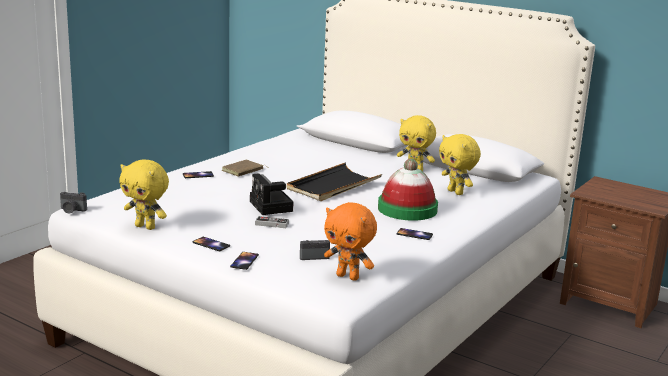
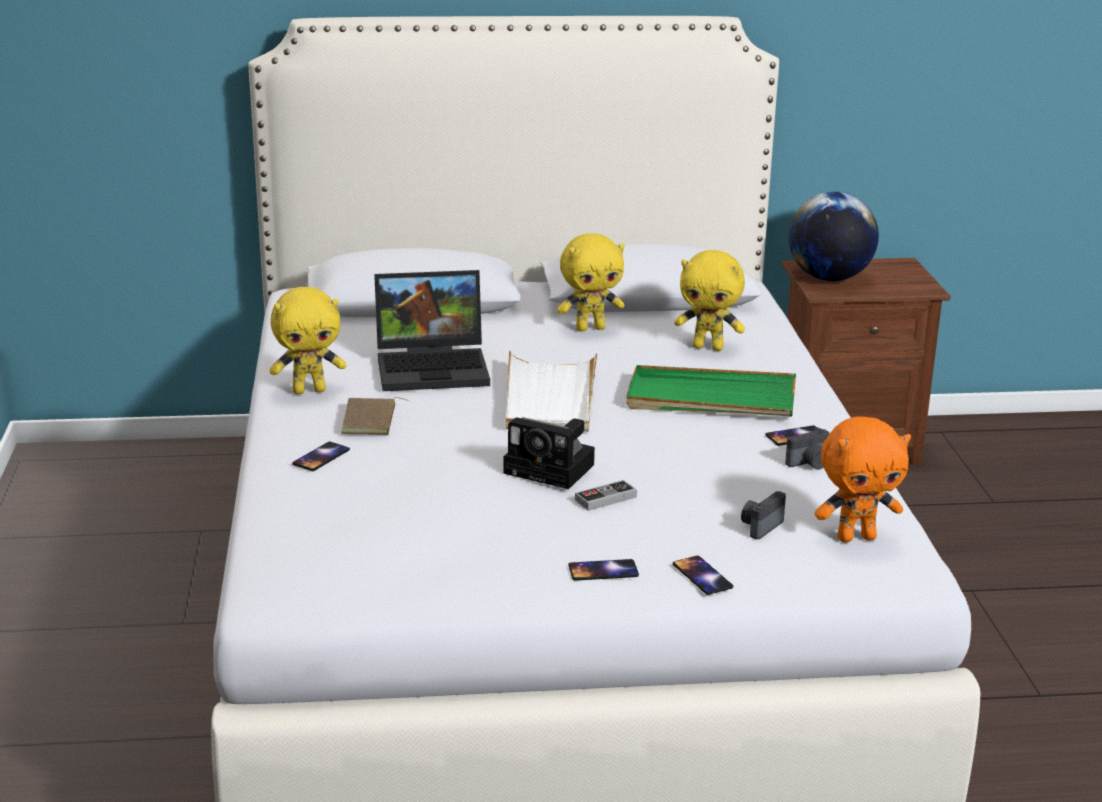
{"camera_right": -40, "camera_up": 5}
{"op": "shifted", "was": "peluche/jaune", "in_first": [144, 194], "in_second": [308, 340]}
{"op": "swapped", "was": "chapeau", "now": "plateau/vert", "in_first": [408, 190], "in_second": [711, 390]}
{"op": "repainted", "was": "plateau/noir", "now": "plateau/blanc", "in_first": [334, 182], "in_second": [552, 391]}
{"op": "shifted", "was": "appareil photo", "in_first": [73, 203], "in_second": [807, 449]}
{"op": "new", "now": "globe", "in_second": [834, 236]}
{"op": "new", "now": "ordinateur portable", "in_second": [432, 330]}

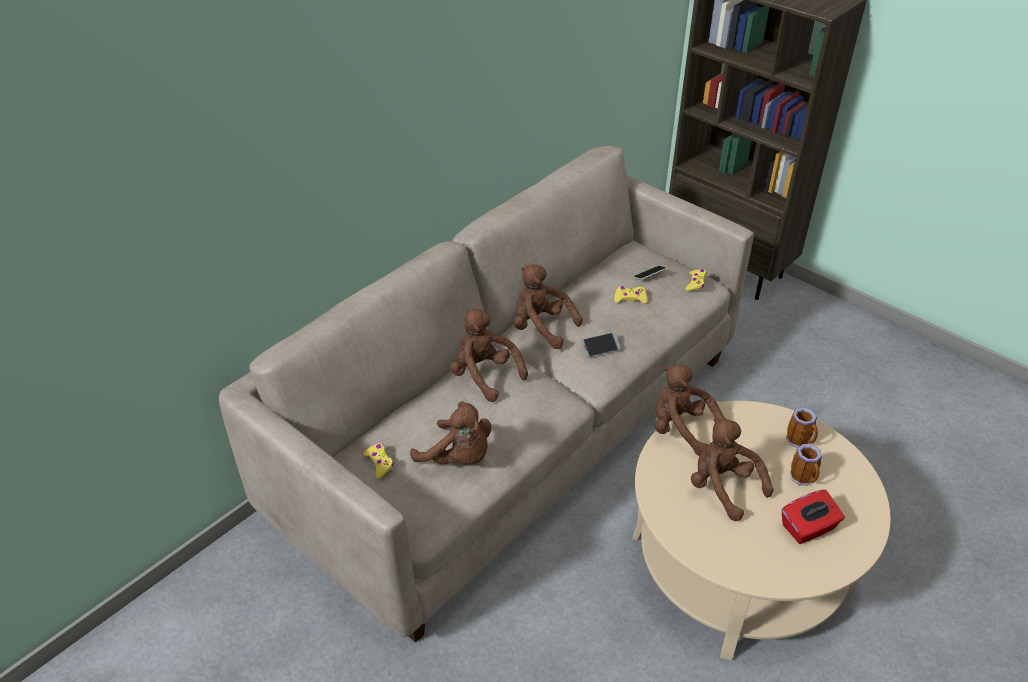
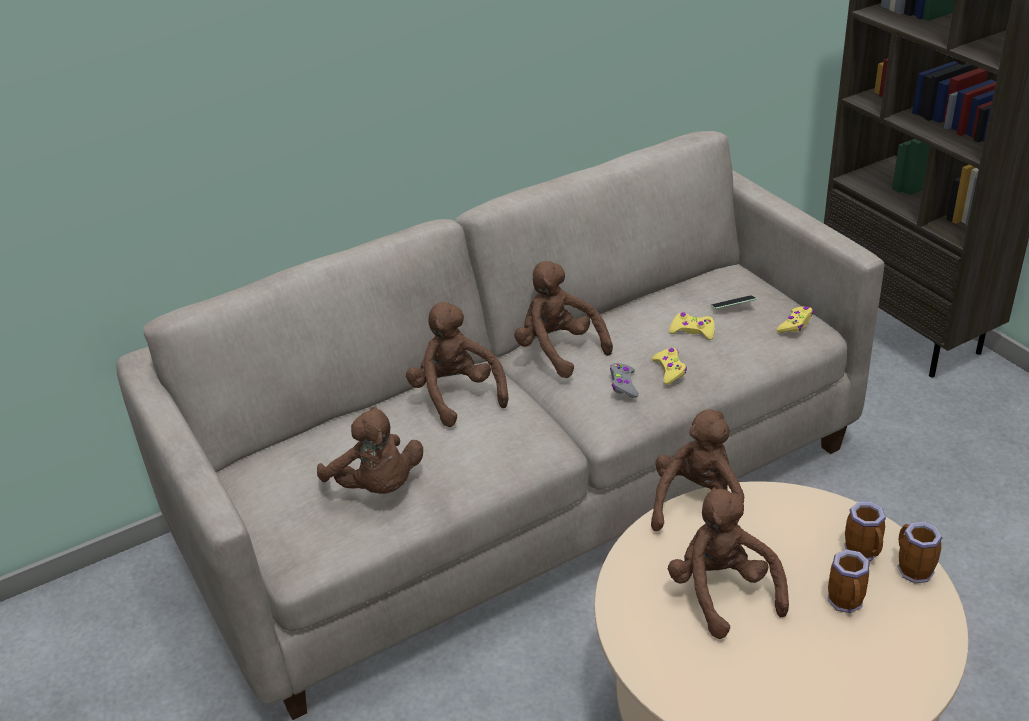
{"camera_right": 20, "camera_up": -5}
{"op": "swapped", "was": "téléphone", "now": "manette/gris", "in_first": [601, 344], "in_second": [624, 380]}
{"op": "rotated", "was": "peluche/marron", "in_first": [690, 410], "in_second": [697, 470], "clockwise": 60}
{"op": "shifted", "was": "manette/jaune", "in_first": [378, 461], "in_second": [669, 366]}
{"op": "gone", "was": "boîte à mouchoirs/rouge", "in_first": [813, 517]}
{"op": "new", "now": "mug", "in_second": [920, 552]}

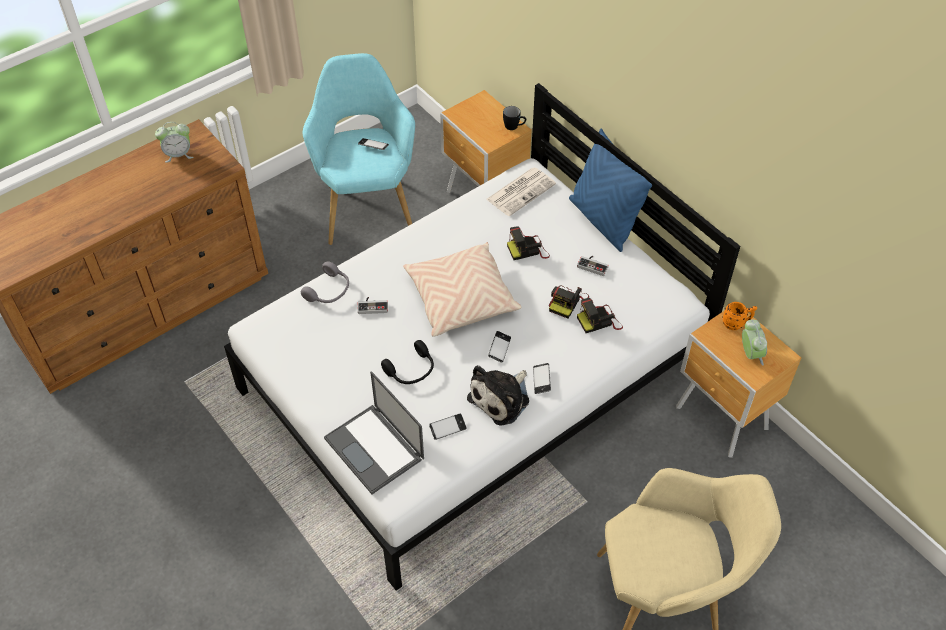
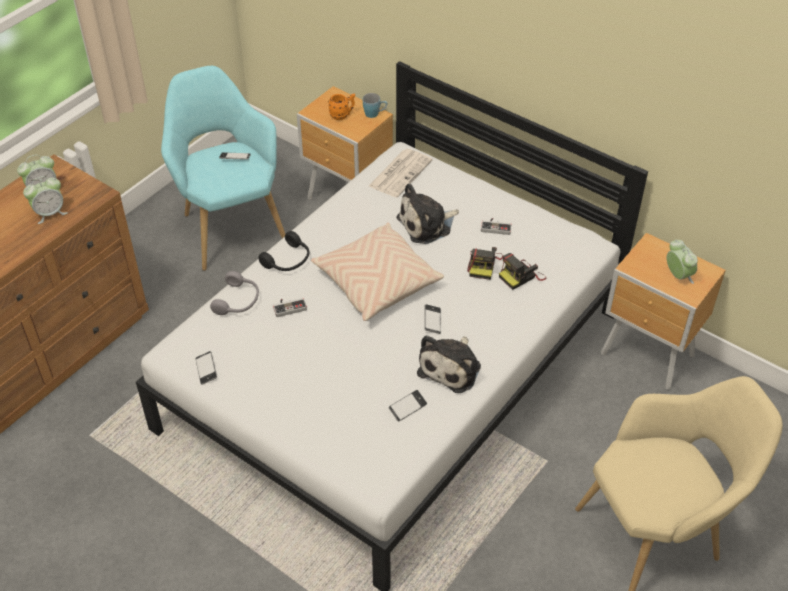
{"camera_right": -15, "camera_up": -5}
{"op": "repainted", "was": "mug/noir", "now": "mug/bleu", "in_first": [514, 118], "in_second": [375, 105]}
{"op": "gone", "was": "coussin/bleu", "in_first": [610, 190]}
{"op": "swapped", "was": "appareil photo", "now": "peluche", "in_first": [528, 243], "in_second": [427, 213]}
{"op": "shifted", "was": "mug/orange", "in_first": [739, 316], "in_second": [341, 106]}
{"op": "shifted", "was": "casque audio/noir", "in_first": [407, 362], "in_second": [283, 251]}
{"op": "shifted", "was": "téléphone", "in_first": [542, 378], "in_second": [206, 368]}
{"op": "gone", "was": "ordinateur portable", "in_first": [374, 432]}
{"op": "new", "now": "réveil", "in_second": [45, 200]}

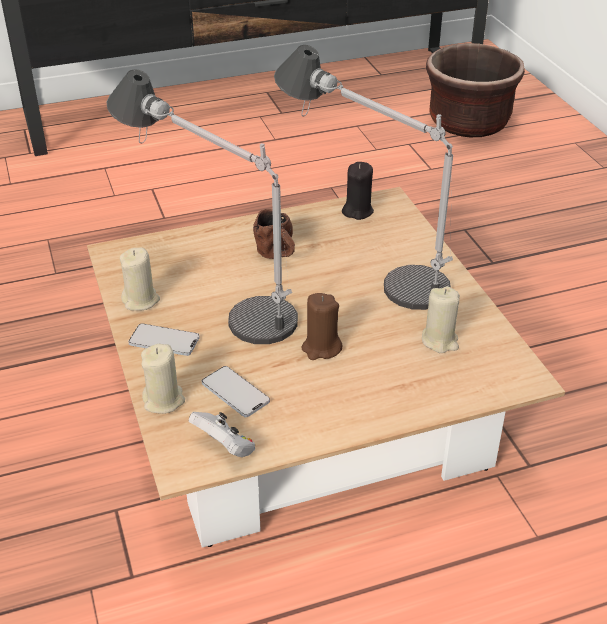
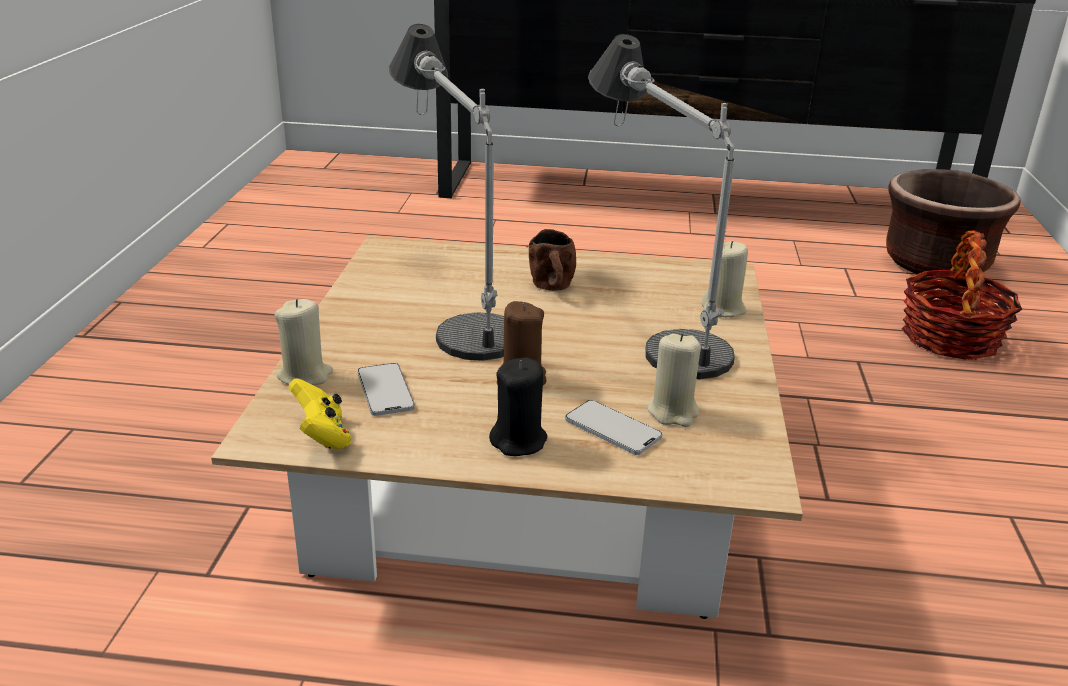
{"camera_right": 25, "camera_up": -10}
{"op": "shifted", "was": "bougie/noir", "in_first": [358, 191], "in_second": [518, 406]}
{"op": "shifted", "was": "bougie/beige", "in_first": [140, 279], "in_second": [724, 279]}
{"op": "shifted", "was": "téléphone", "in_first": [164, 339], "in_second": [613, 427]}
{"op": "repainted", "was": "manette/blanc", "now": "manette/jaune", "in_first": [222, 434], "in_second": [319, 414]}
{"op": "new", "now": "panier", "in_second": [962, 295]}

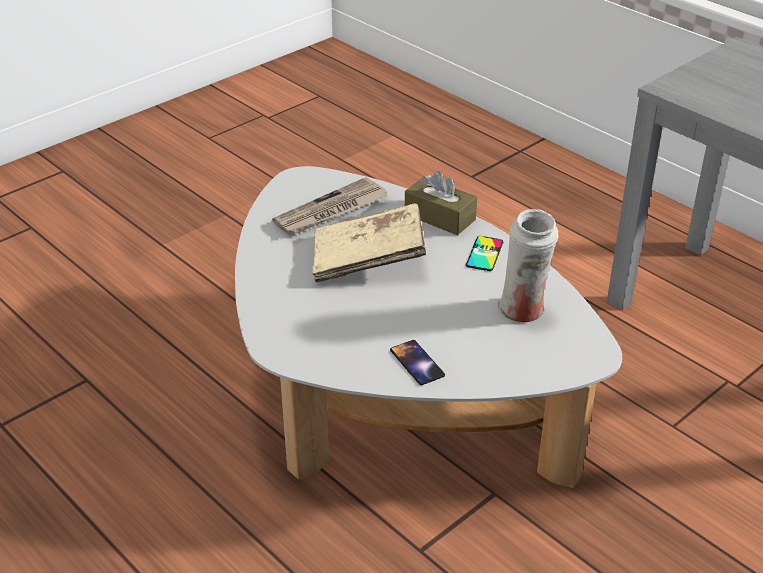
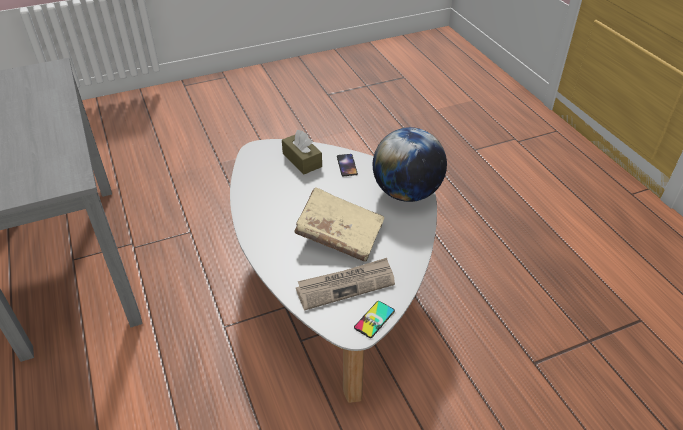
{"camera_right": -160, "camera_up": 5}
{"op": "shifted", "was": "boîte à mouchoirs/marron", "in_first": [441, 203], "in_second": [302, 152]}
{"op": "gone", "was": "vase/blanc", "in_first": [528, 265]}
{"op": "shifted", "was": "téléphone", "in_first": [484, 253], "in_second": [374, 319]}
{"op": "new", "now": "globe", "in_second": [410, 164]}

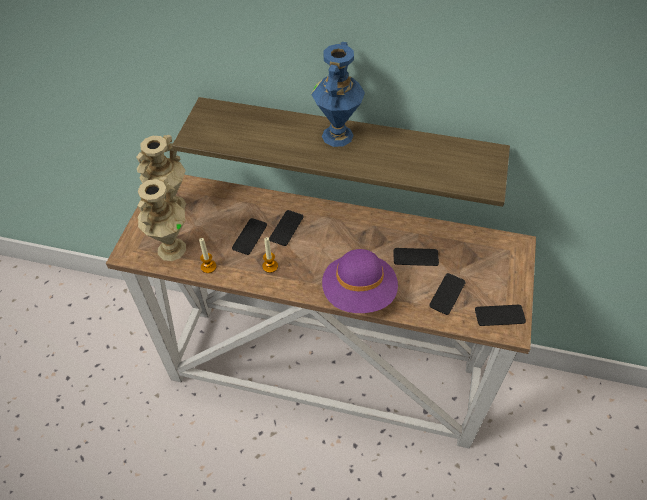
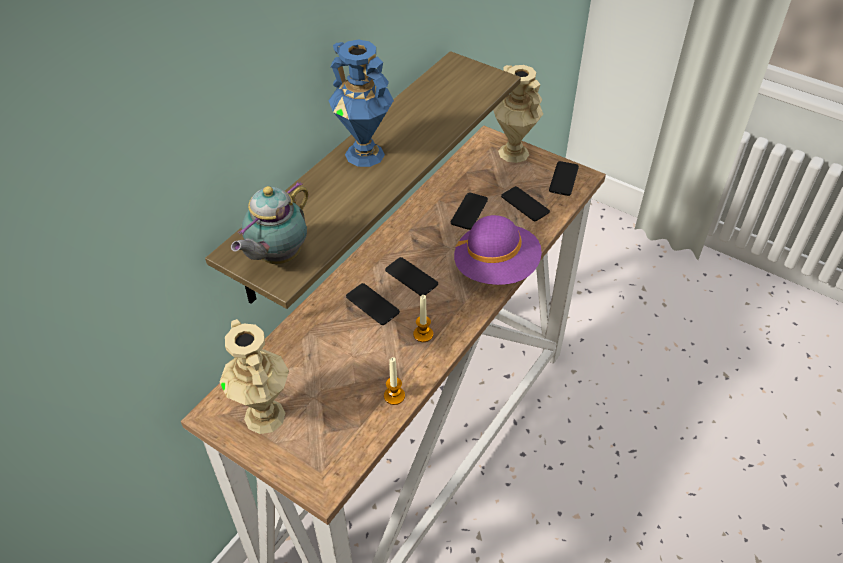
{"camera_right": -70, "camera_up": -5}
{"op": "shifted", "was": "vase/beige", "in_first": [161, 218], "in_second": [518, 114]}
{"op": "shifted", "was": "téléphone", "in_first": [249, 236], "in_second": [411, 276]}
{"op": "new", "now": "théière", "in_second": [270, 223]}

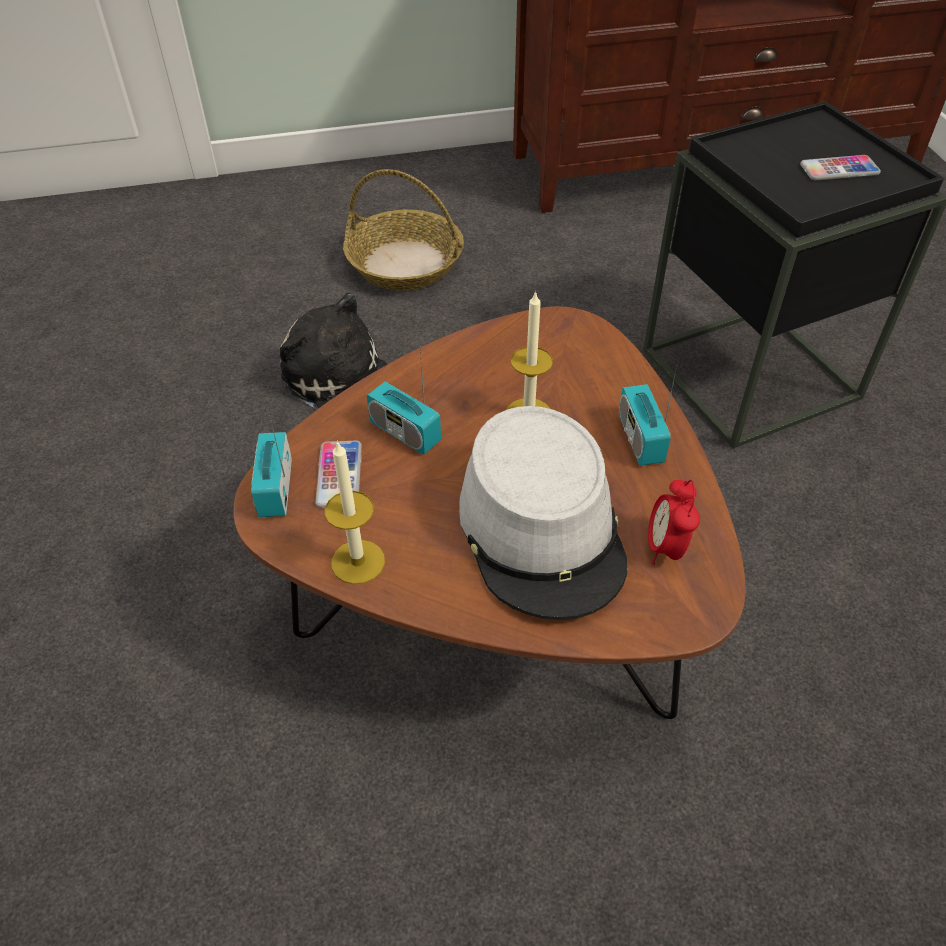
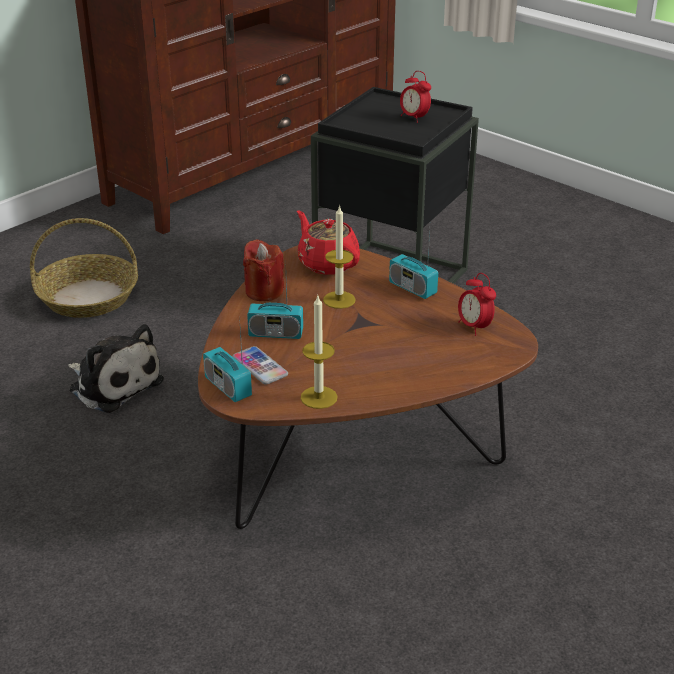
{"camera_right": -35, "camera_up": -15}
{"op": "swapped", "was": "téléphone", "now": "réveil", "in_first": [840, 167], "in_second": [415, 97]}
{"op": "rotated", "was": "peluche", "in_first": [333, 351], "in_second": [116, 368], "clockwise": -150}
{"op": "gone", "was": "chapeau/gris", "in_first": [543, 513]}
{"op": "new", "now": "théière/rouge", "in_second": [328, 242]}
{"op": "new", "now": "bougie/rouge", "in_second": [264, 270]}

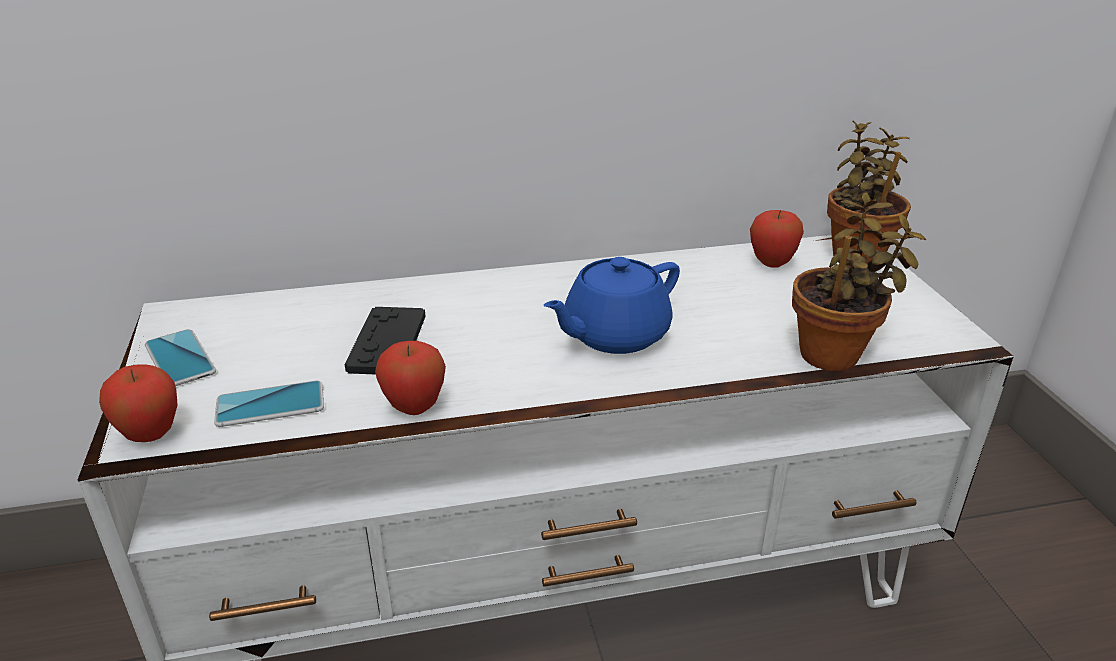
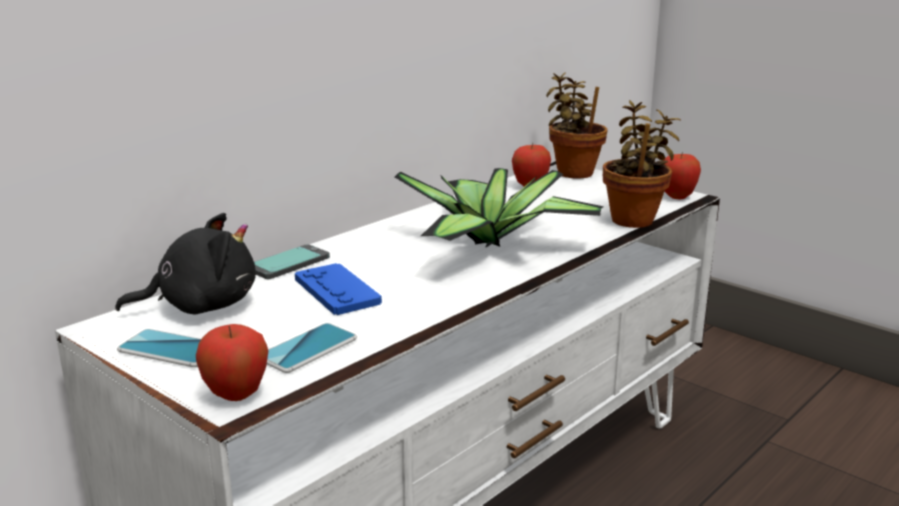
{"camera_right": -35, "camera_up": -10}
{"op": "swapped", "was": "théière/bleu", "now": "plante en pot", "in_first": [612, 305], "in_second": [499, 208]}
{"op": "repainted", "was": "manette/noir", "now": "manette/bleu", "in_first": [385, 340], "in_second": [338, 289]}
{"op": "shifted", "was": "pomme", "in_first": [410, 378], "in_second": [681, 175]}
{"op": "new", "now": "peluche/noir", "in_second": [185, 264]}
{"op": "new", "now": "téléphone", "in_second": [292, 261]}

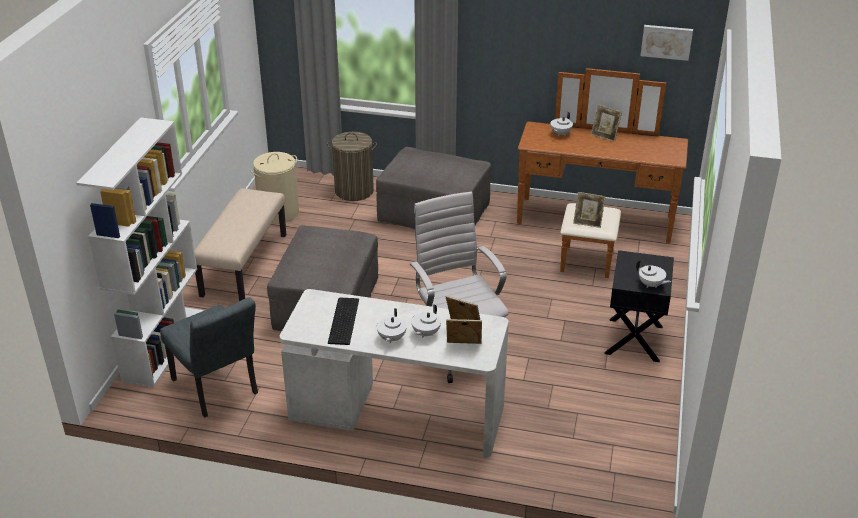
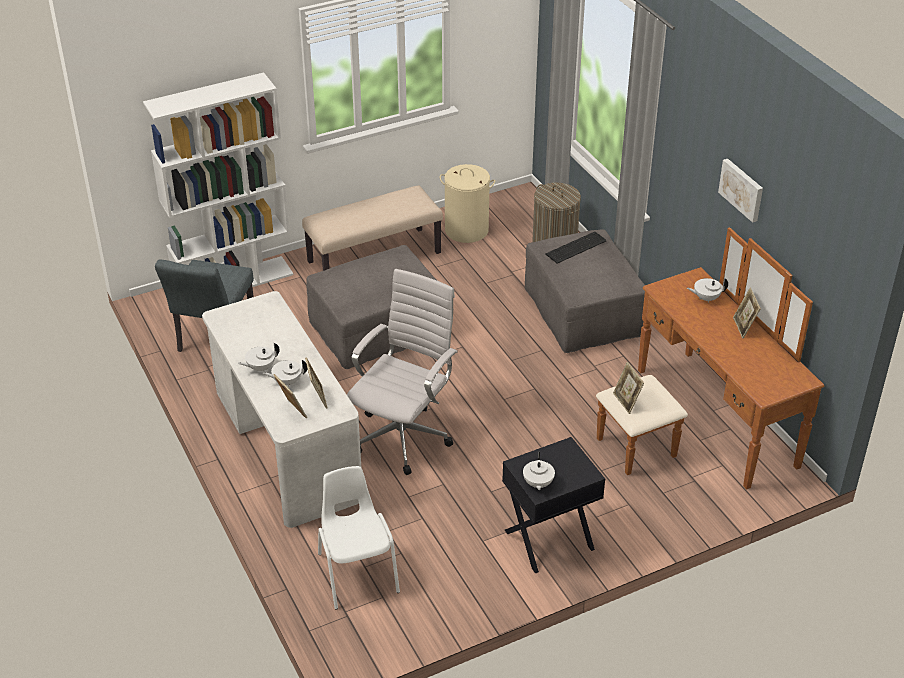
{"camera_right": 50, "camera_up": 5}
{"op": "shifted", "was": "tableau", "in_first": [666, 43], "in_second": [740, 191]}
{"op": "shifted", "was": "clavier", "in_first": [343, 321], "in_second": [575, 247]}
{"op": "new", "now": "chaise/blanc", "in_second": [359, 537]}

